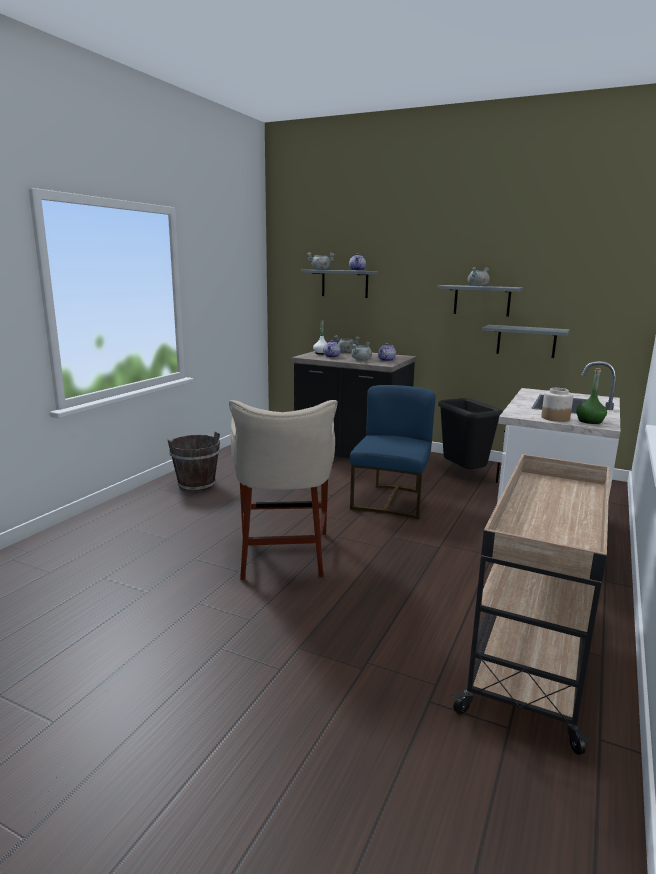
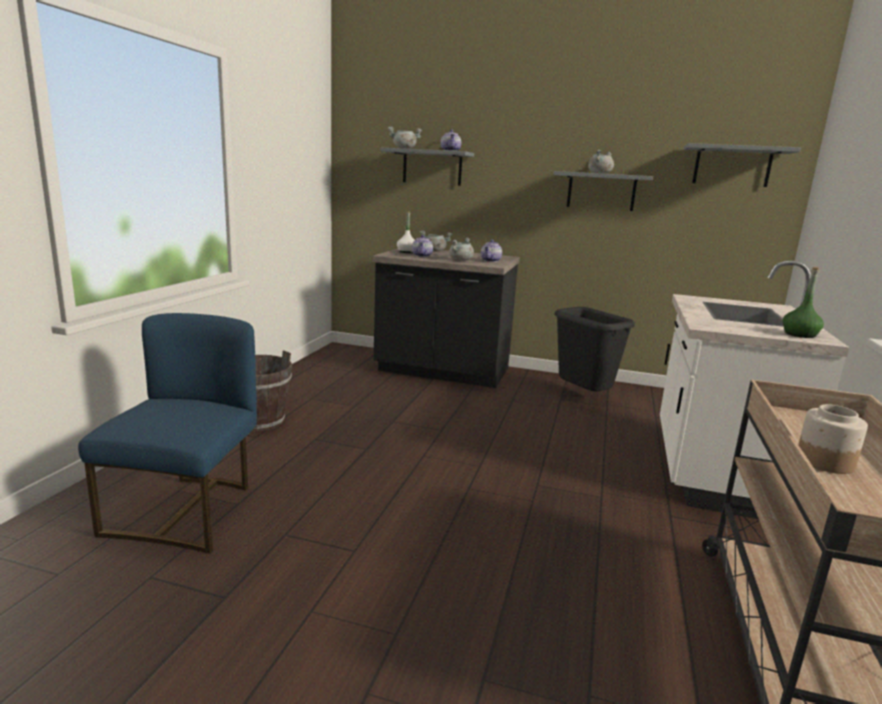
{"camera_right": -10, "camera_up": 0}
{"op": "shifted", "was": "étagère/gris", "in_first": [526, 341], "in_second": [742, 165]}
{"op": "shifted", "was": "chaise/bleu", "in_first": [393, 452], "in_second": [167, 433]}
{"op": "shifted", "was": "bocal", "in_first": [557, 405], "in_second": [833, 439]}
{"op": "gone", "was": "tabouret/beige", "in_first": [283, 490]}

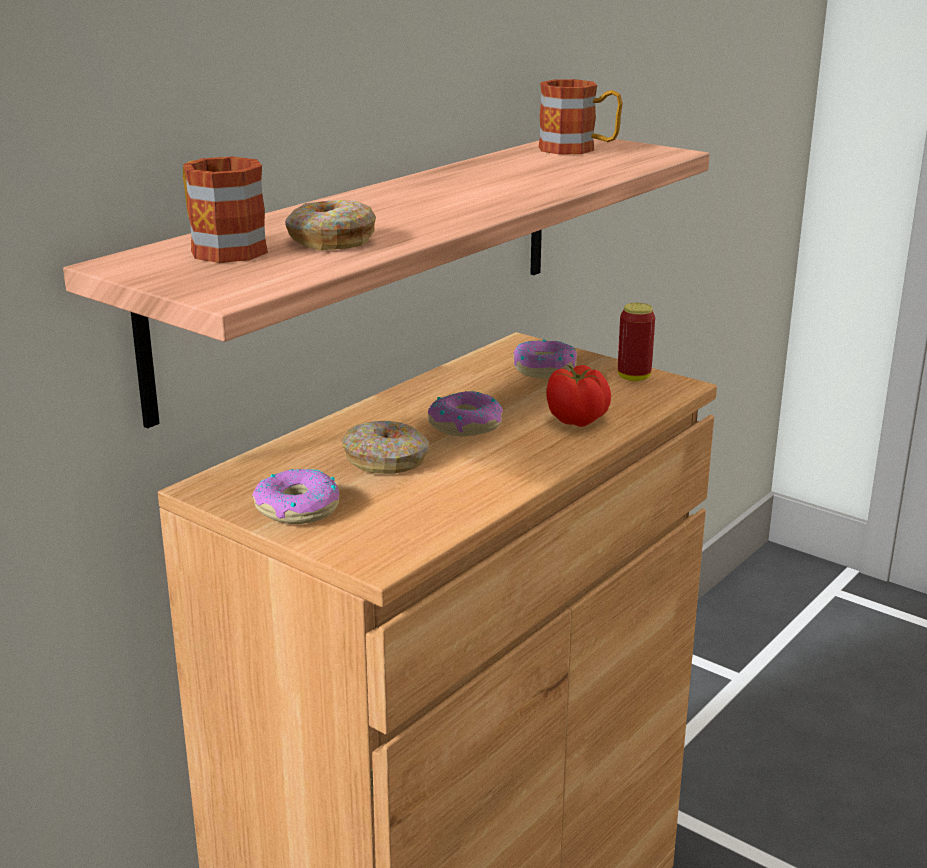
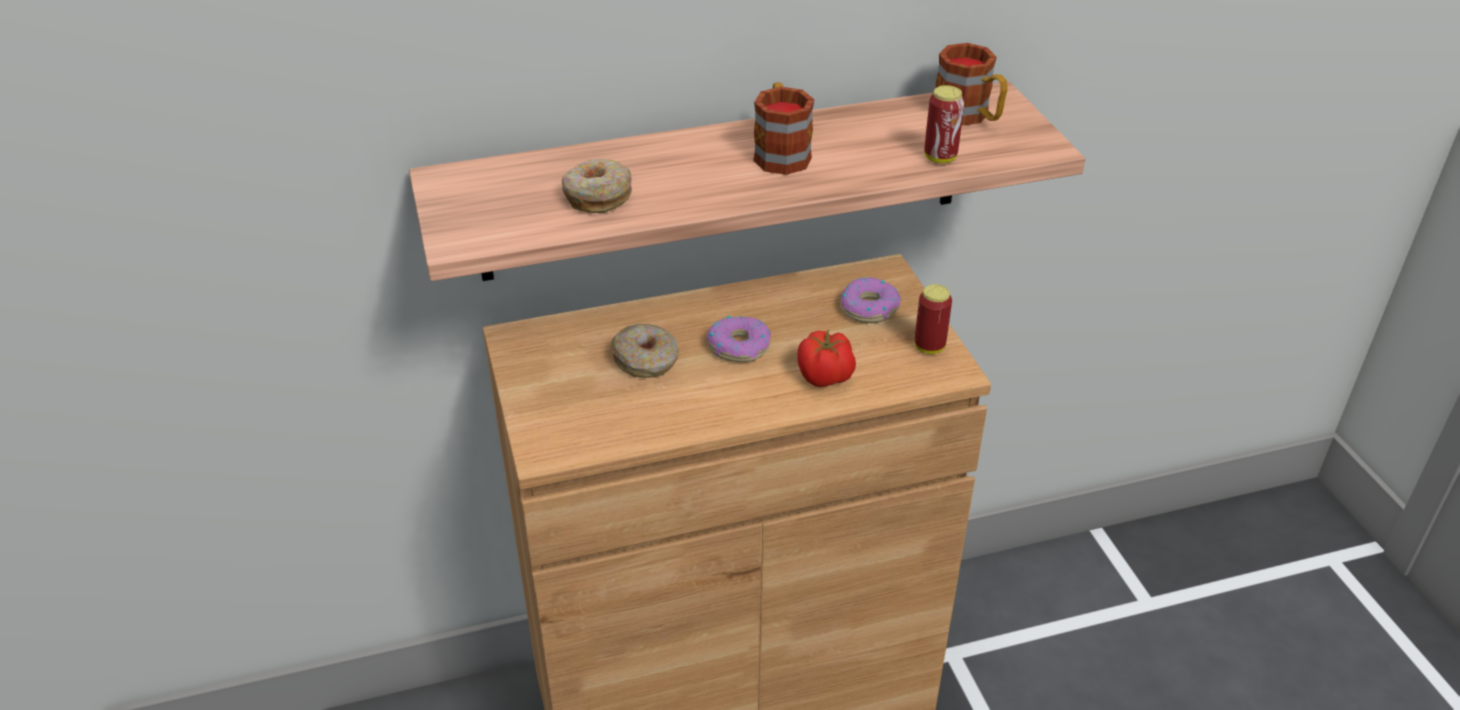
{"camera_right": 35, "camera_up": 15}
{"op": "shifted", "was": "mug", "in_first": [225, 209], "in_second": [783, 128]}
{"op": "gone", "was": "beignet", "in_first": [295, 496]}
{"op": "new", "now": "boîte métallique", "in_second": [944, 124]}

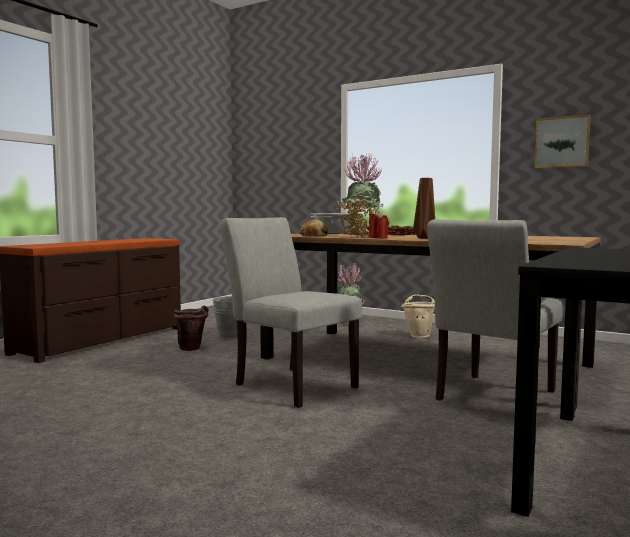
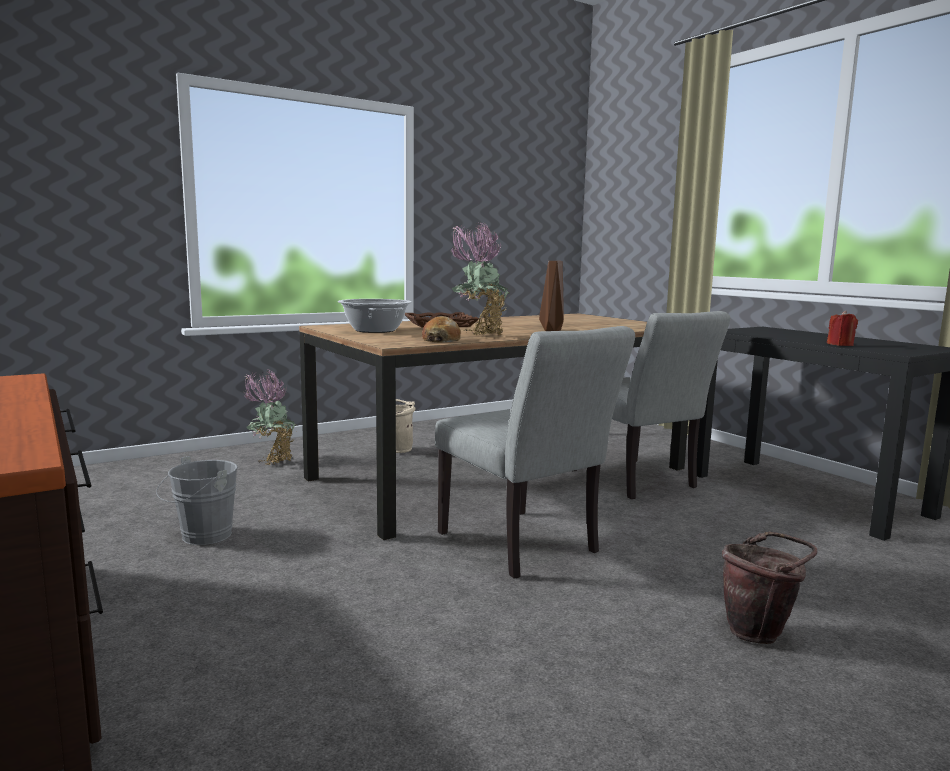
{"camera_right": -65, "camera_up": 5}
{"op": "gone", "was": "tableau", "in_first": [562, 141]}
{"op": "shifted", "was": "bougie/rouge", "in_first": [379, 225], "in_second": [842, 328]}
{"op": "rotated", "was": "chaise/gris", "in_first": [291, 312], "in_second": [535, 452], "clockwise": -105}
{"op": "shifted", "was": "seau/marron", "in_first": [191, 328], "in_second": [769, 588]}

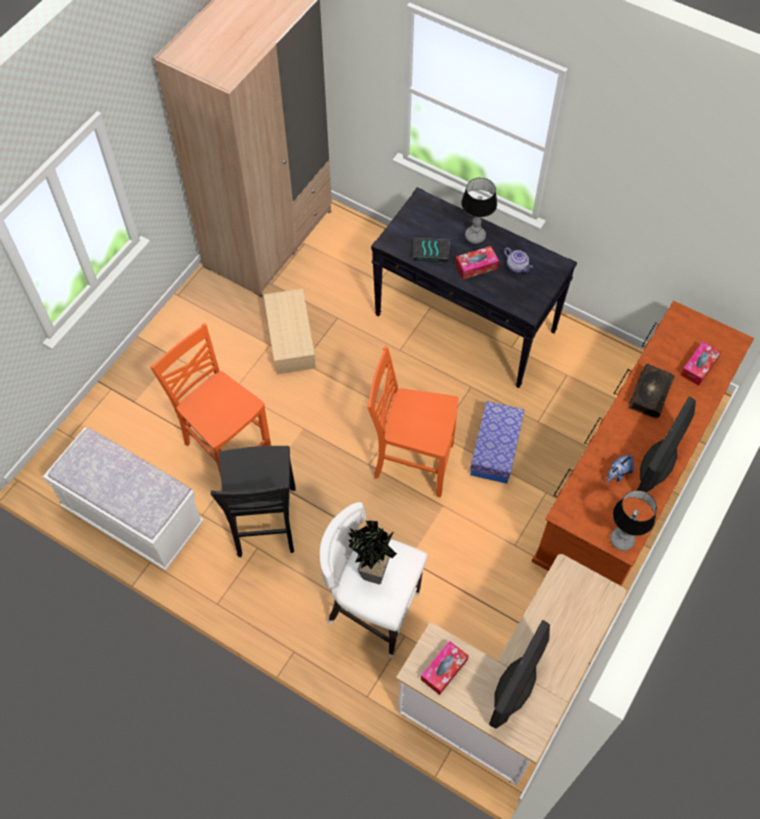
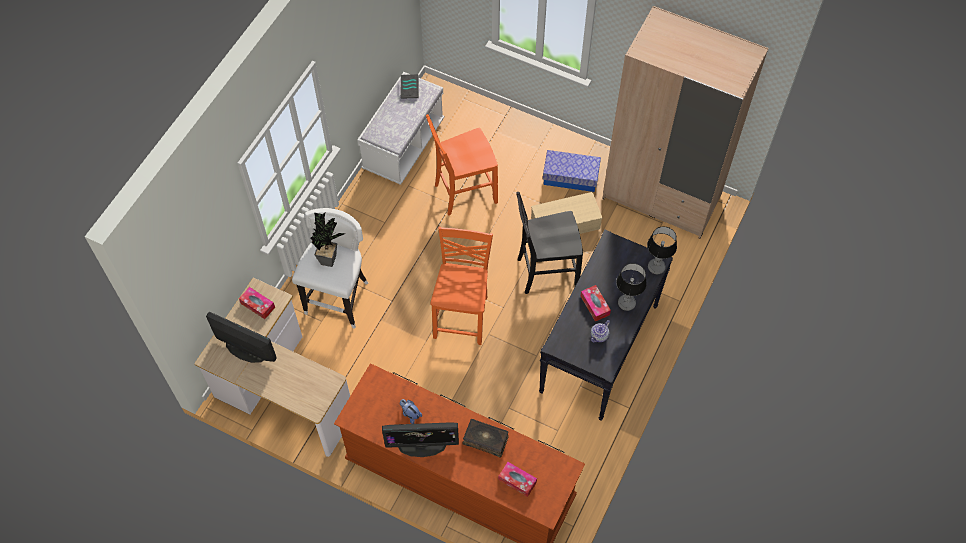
{"camera_right": 85, "camera_up": 0}
{"op": "shifted", "was": "livre", "in_first": [431, 250], "in_second": [410, 86]}
{"op": "rotated", "was": "chaise/orange", "in_first": [210, 400], "in_second": [462, 165], "clockwise": -150}
{"op": "rotated", "was": "écran d'ordinateur", "in_first": [666, 444], "in_second": [420, 439], "clockwise": 150}
{"op": "shifted", "was": "boîte de rangement", "in_first": [497, 442], "in_second": [572, 171]}
{"op": "shifted", "was": "chaise/noir", "in_first": [253, 501], "in_second": [550, 243]}
{"op": "shifted", "was": "lampe de table", "in_first": [633, 520], "in_second": [662, 250]}

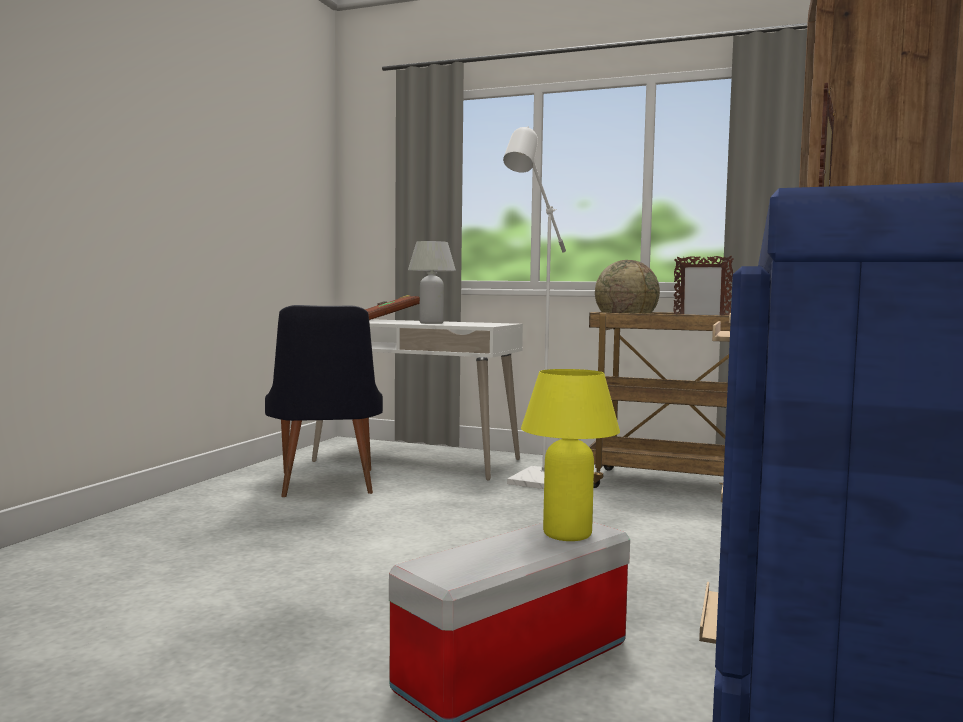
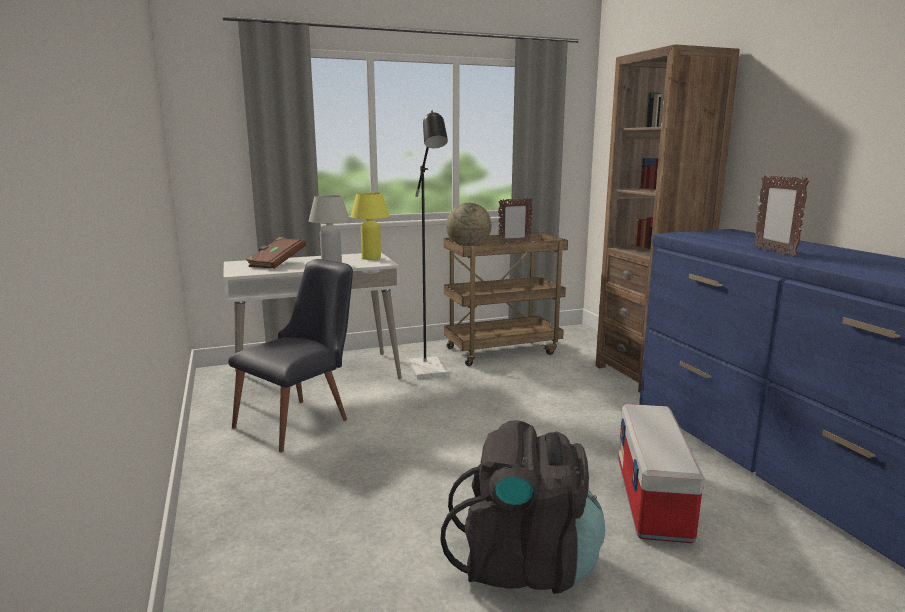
{"camera_right": -40, "camera_up": 10}
{"op": "repainted", "was": "lampadaire/blanc", "now": "lampadaire/noir", "in_first": [534, 307], "in_second": [428, 245]}
{"op": "rotated", "was": "chaise/noir", "in_first": [324, 401], "in_second": [290, 355], "clockwise": -90}
{"op": "shifted", "was": "lampe de table/jaune", "in_first": [570, 455], "in_second": [370, 226]}
{"op": "new", "now": "sac à dos/noir", "in_second": [522, 507]}

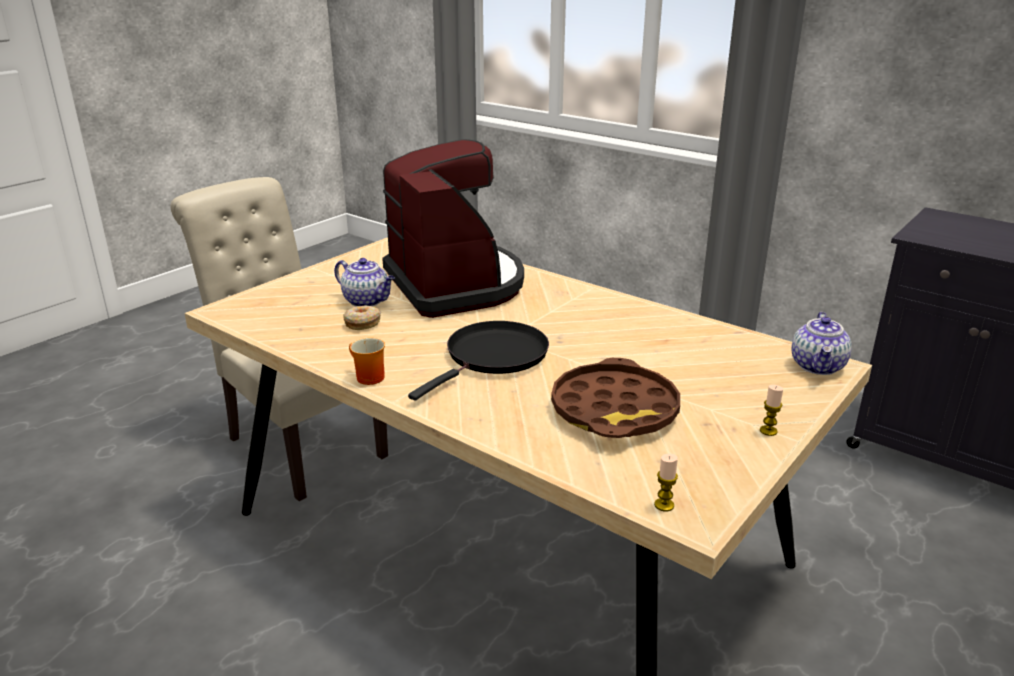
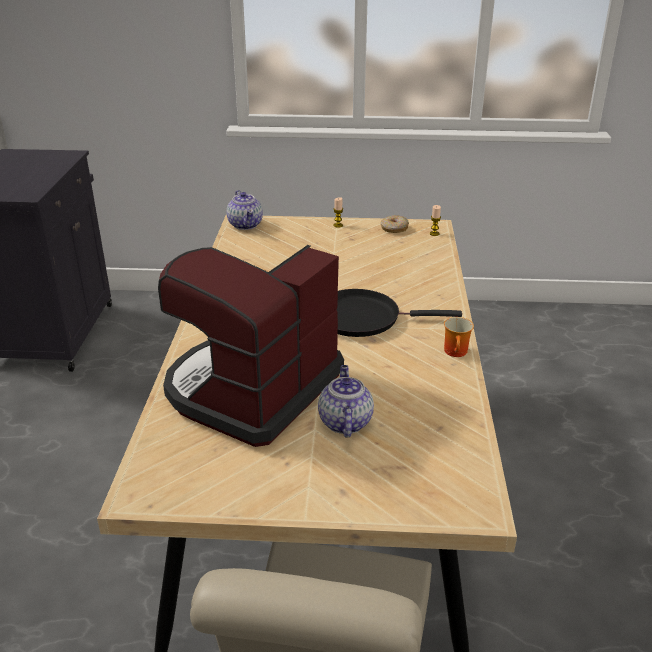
{"camera_right": -125, "camera_up": 5}
{"op": "shifted", "was": "beignet", "in_first": [362, 317], "in_second": [395, 224]}
{"op": "rotated", "was": "théière", "in_first": [822, 343], "in_second": [245, 210], "clockwise": 90}
{"op": "gone", "was": "plateau/marron", "in_first": [615, 398]}

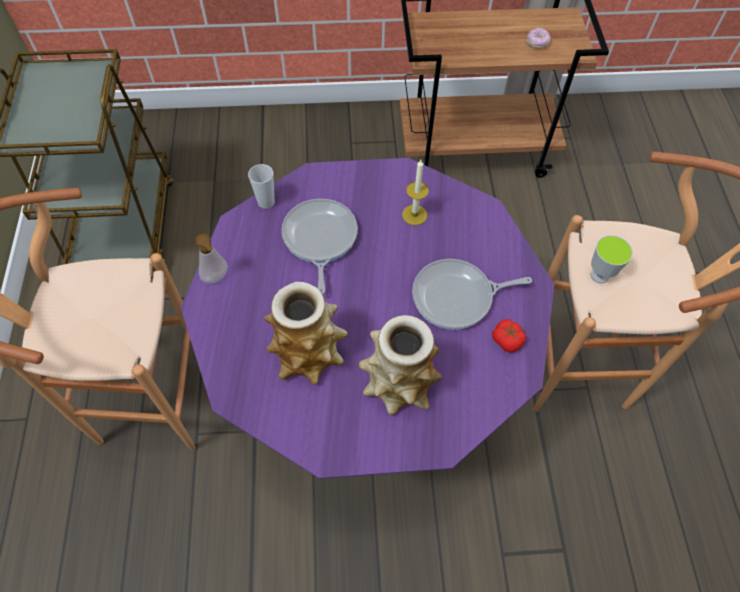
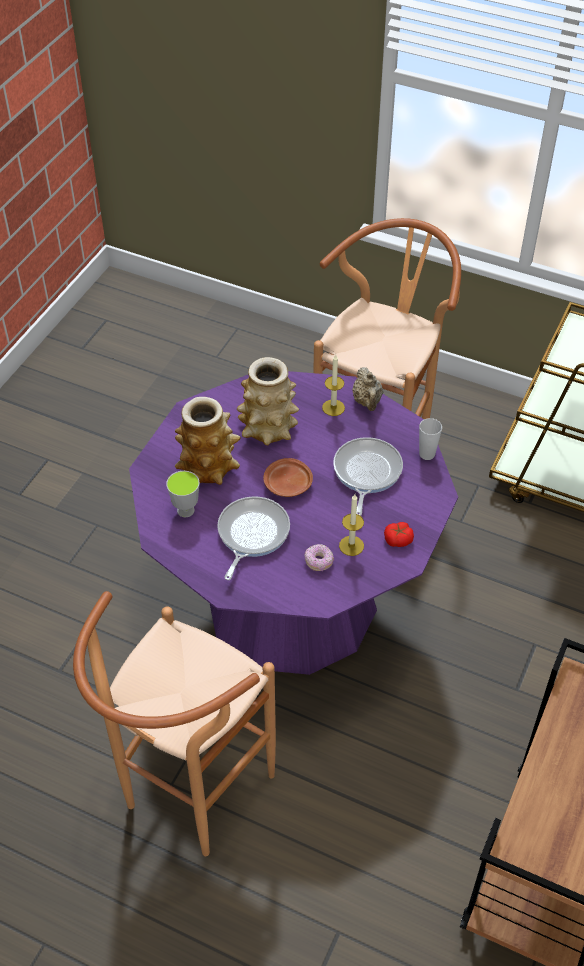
{"camera_right": 120, "camera_up": -10}
{"op": "shifted", "was": "beignet", "in_first": [538, 38], "in_second": [319, 558]}
{"op": "rotated", "was": "poêle", "in_first": [320, 246], "in_second": [368, 476], "clockwise": -105}
{"op": "swapped", "was": "distributeur de savon", "now": "théière/beige", "in_first": [211, 259], "in_second": [367, 389]}
{"op": "shifted", "was": "tasse", "in_first": [612, 259], "in_second": [182, 494]}
{"op": "shifted", "was": "tomate", "in_first": [509, 336], "in_second": [399, 534]}
{"op": "new", "now": "bougie", "in_second": [333, 385]}
{"op": "new", "now": "assiette/marron", "in_second": [288, 477]}

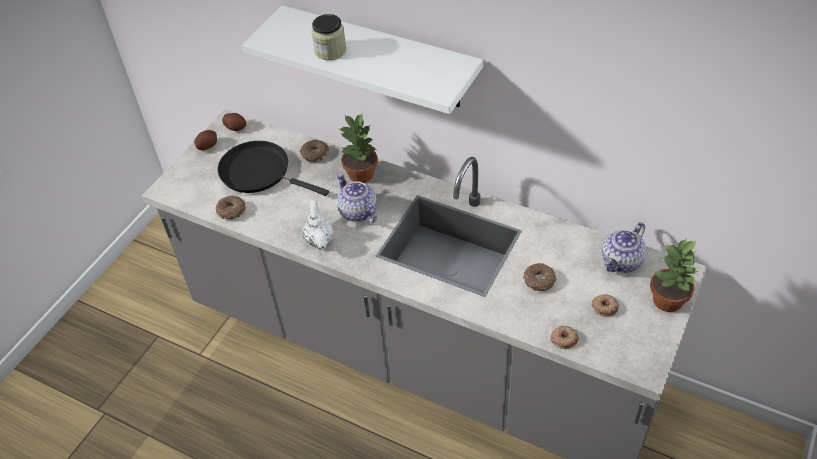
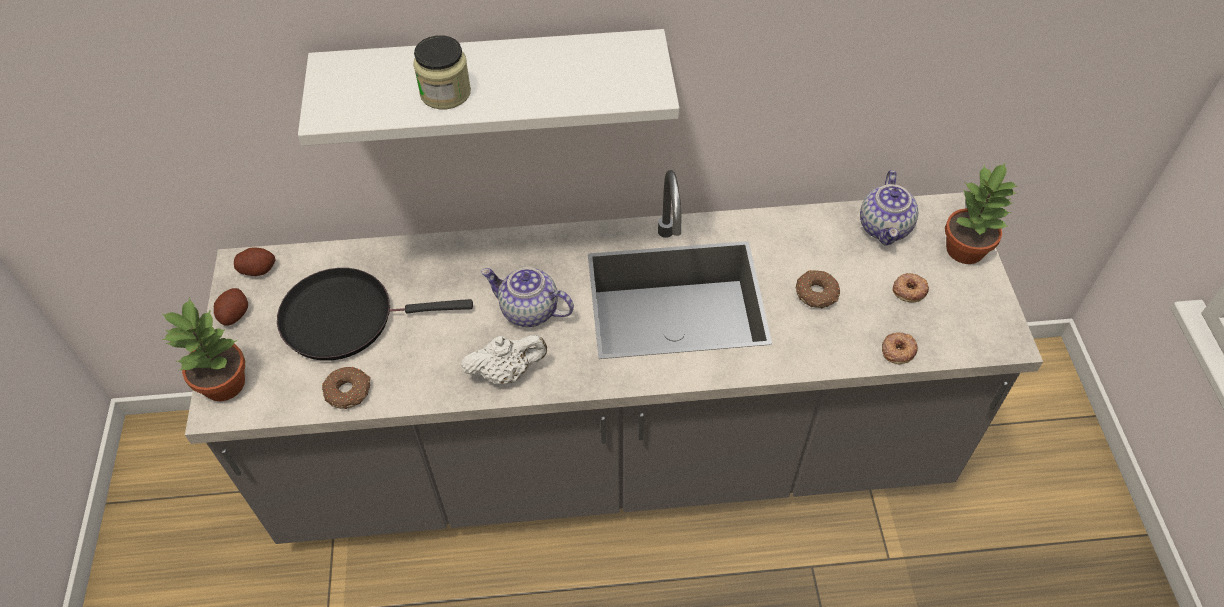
{"camera_right": -35, "camera_up": 5}
{"op": "shifted", "was": "plante en pot", "in_first": [358, 148], "in_second": [203, 349]}
{"op": "gone", "was": "beignet", "in_first": [314, 151]}
{"op": "rotated", "was": "théière/blanc", "in_first": [317, 225], "in_second": [504, 359], "clockwise": 120}

